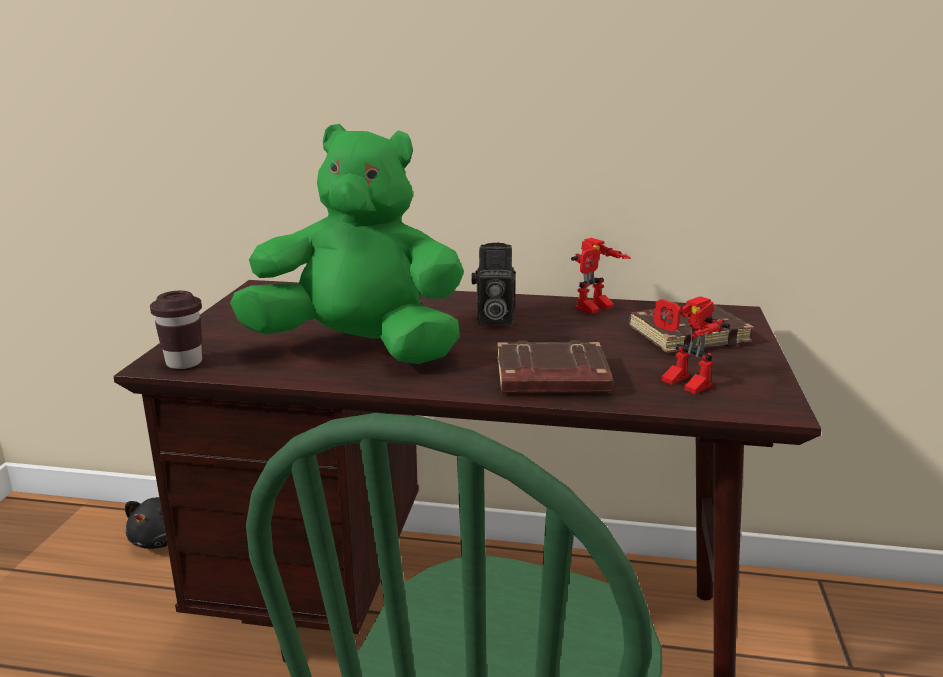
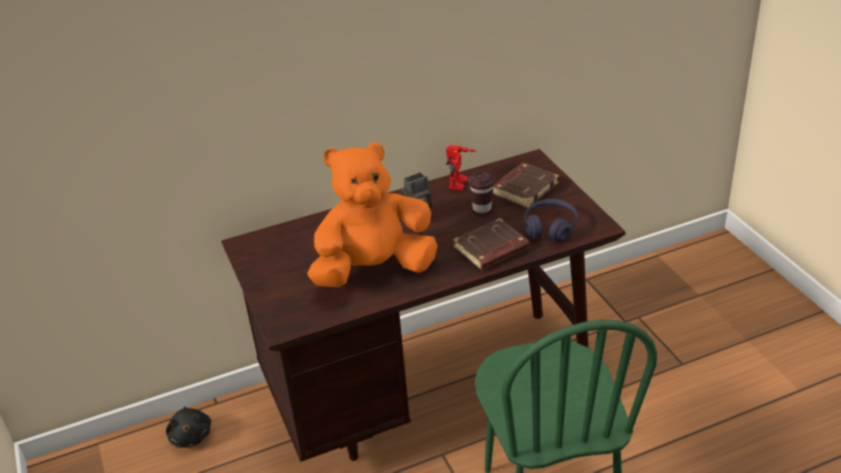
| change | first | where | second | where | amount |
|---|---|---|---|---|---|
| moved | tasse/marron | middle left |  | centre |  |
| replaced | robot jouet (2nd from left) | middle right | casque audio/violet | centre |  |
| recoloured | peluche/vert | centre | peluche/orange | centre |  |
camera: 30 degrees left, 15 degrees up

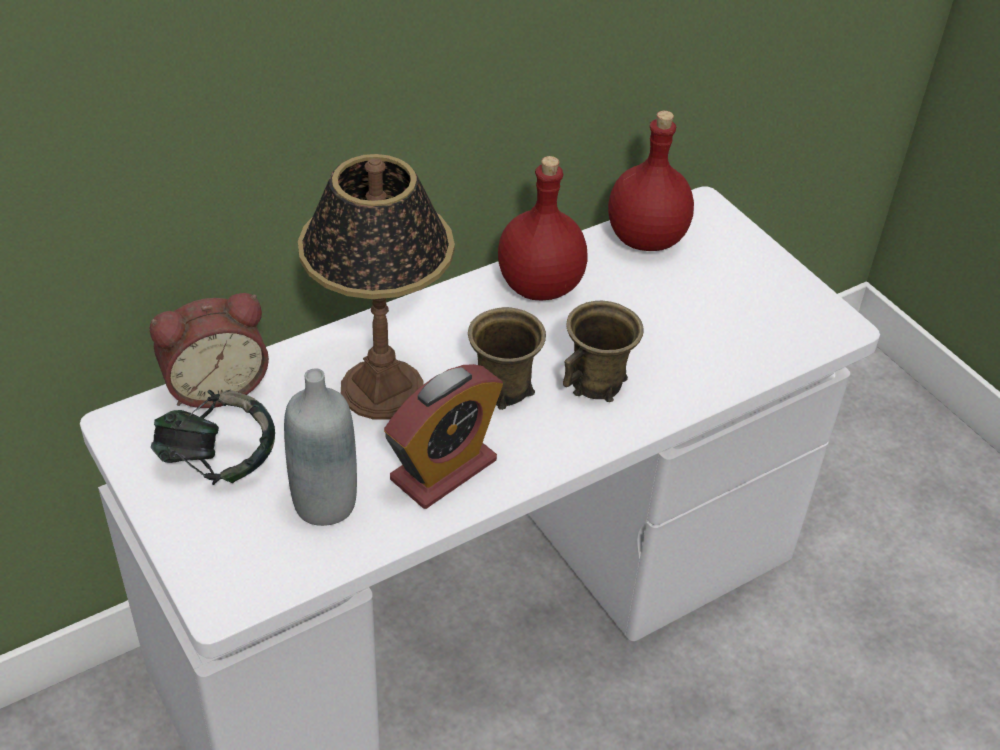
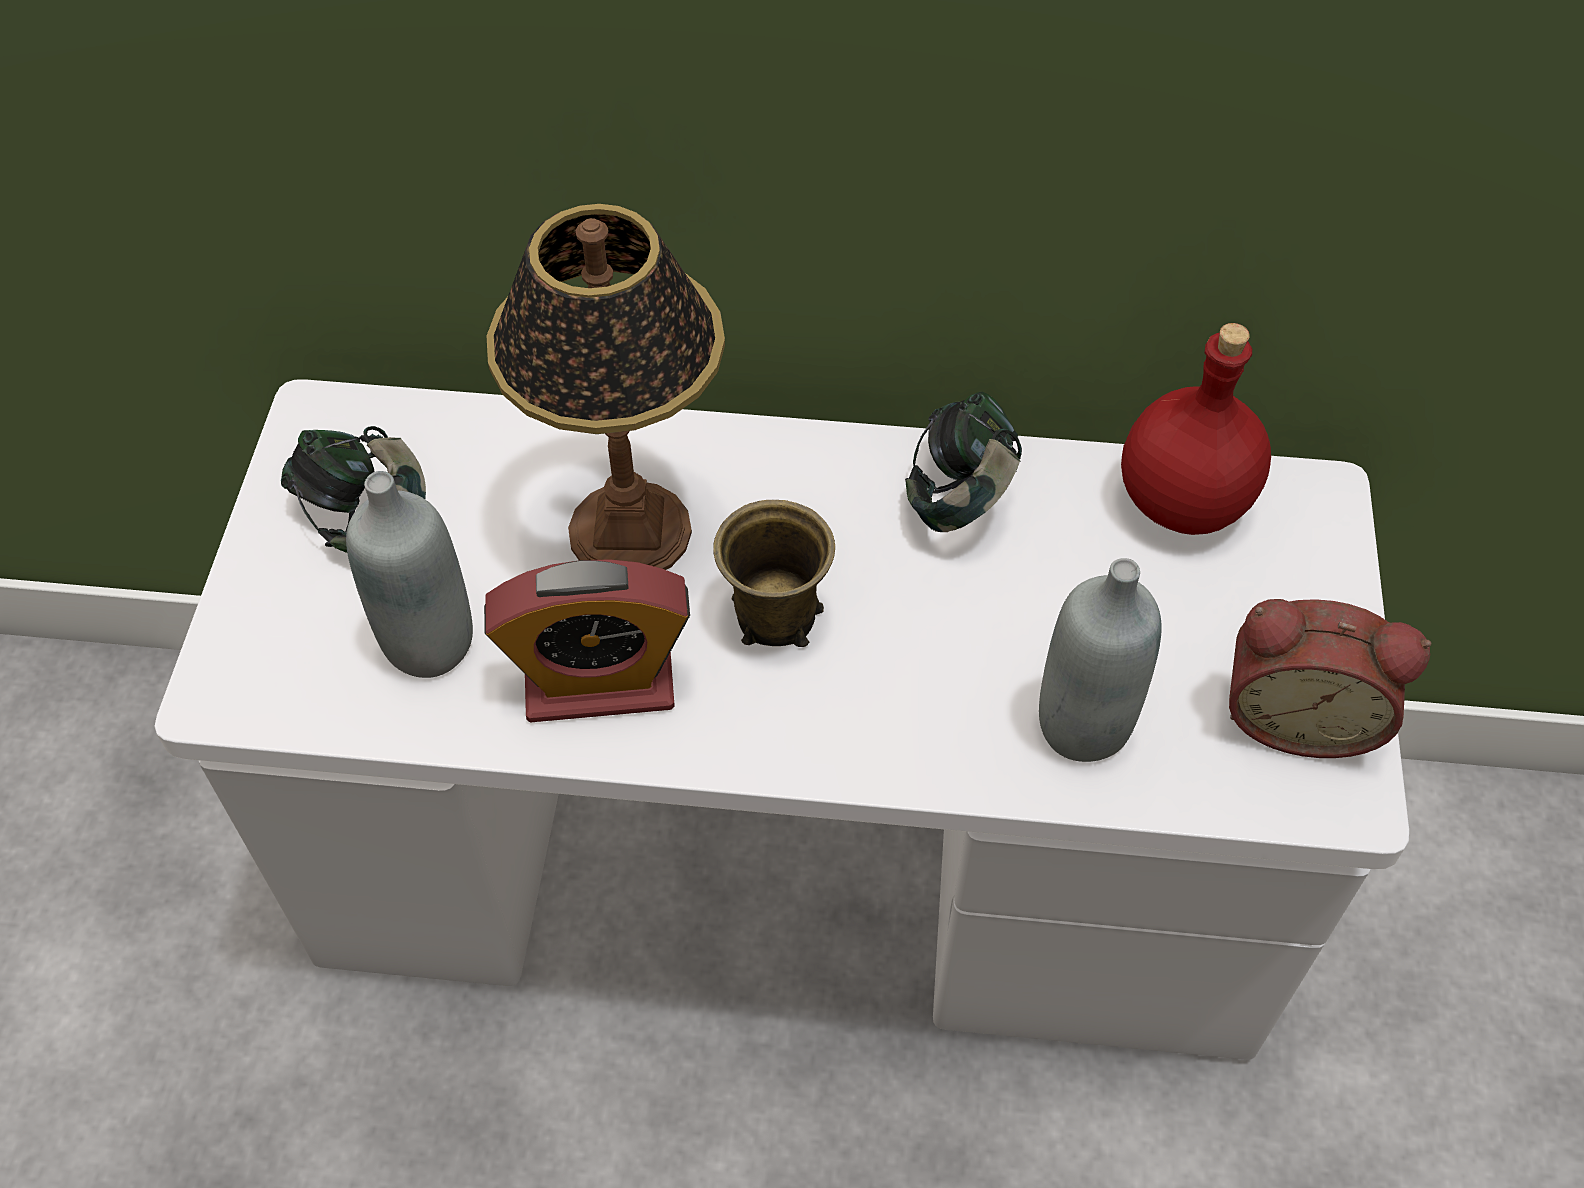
| change | first | where | second | where | amount |
|---|---|---|---|---|---|
| removed | mug/marron (2nd from left) | centre |  |  |  |
| added |  |  | bouteille/gris (2nd from left) | middle right |  |
| moved | réveil (1st from left in the first image) | middle left | réveil (2nd from left) | middle right |  |
| replaced | bouteille/rouge (1st from left) | top centre | casque audio (2nd from left) | centre |  |
camera: 40 degrees right, 10 degrees up

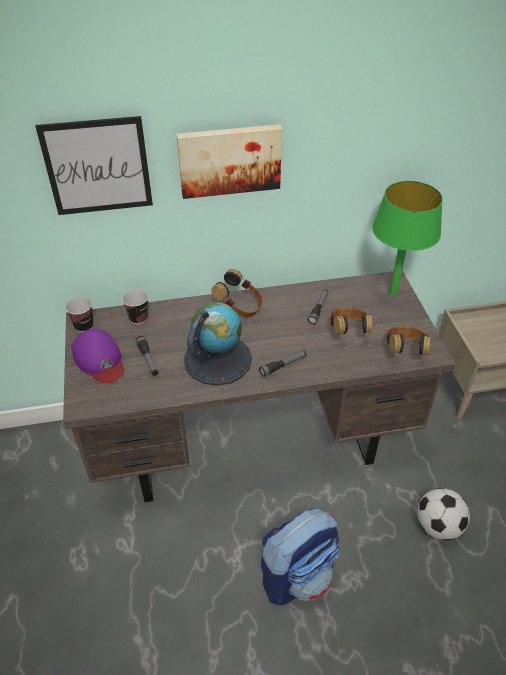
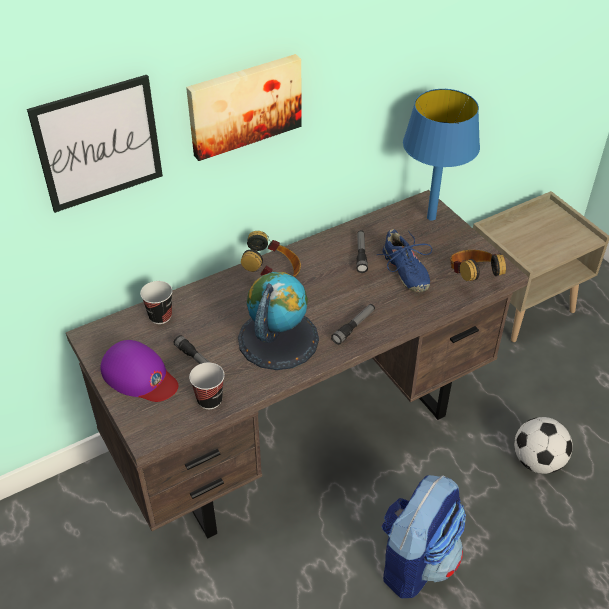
| change | first | where | second | where | amount |
|---|---|---|---|---|---|
| moved | tasse (1st from left in the first image) | middle left | tasse (2nd from left) | centre |  |
| replaced | casque audio (2nd from left) | middle right | chaussure/bleu | centre |  |
| recoloured | lampe de table/vert | middle right | lampe de table/bleu | top right |  |
camera: 20 degrees left, 0 degrees up

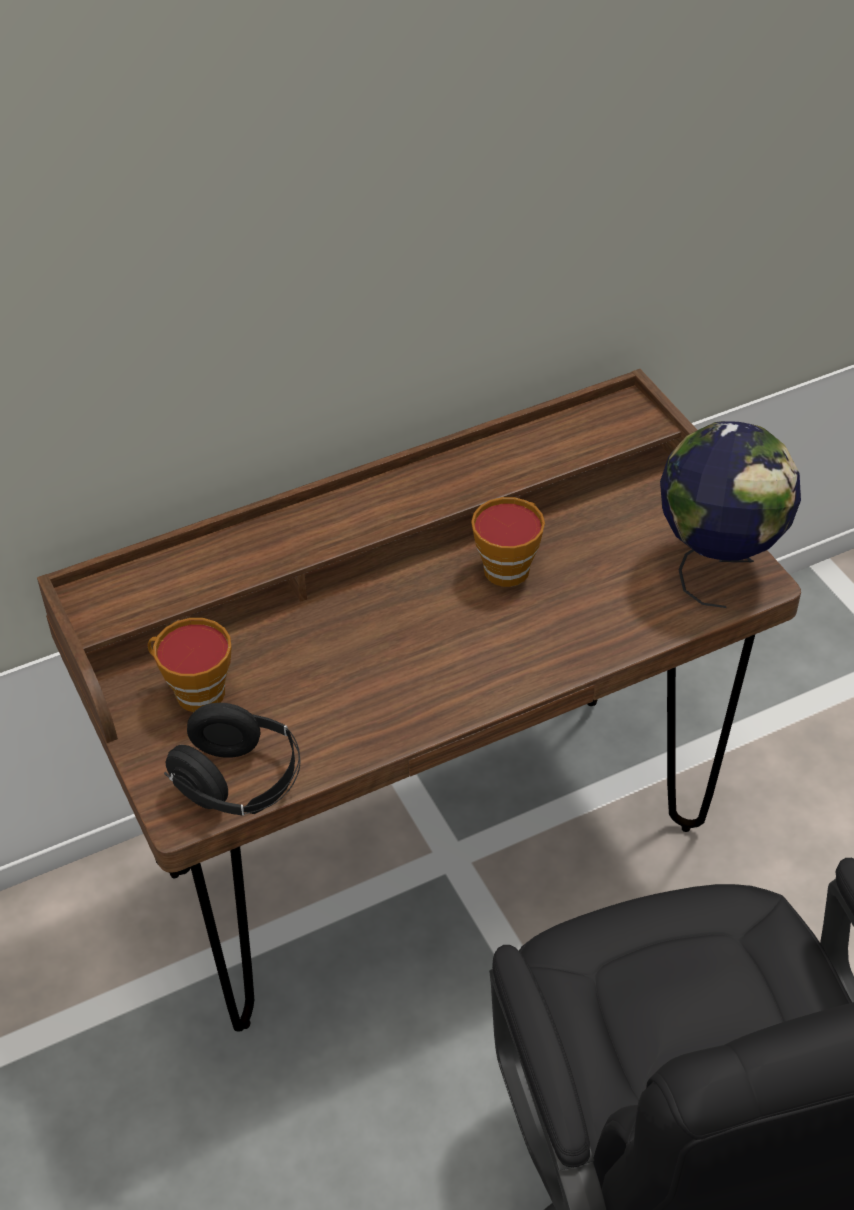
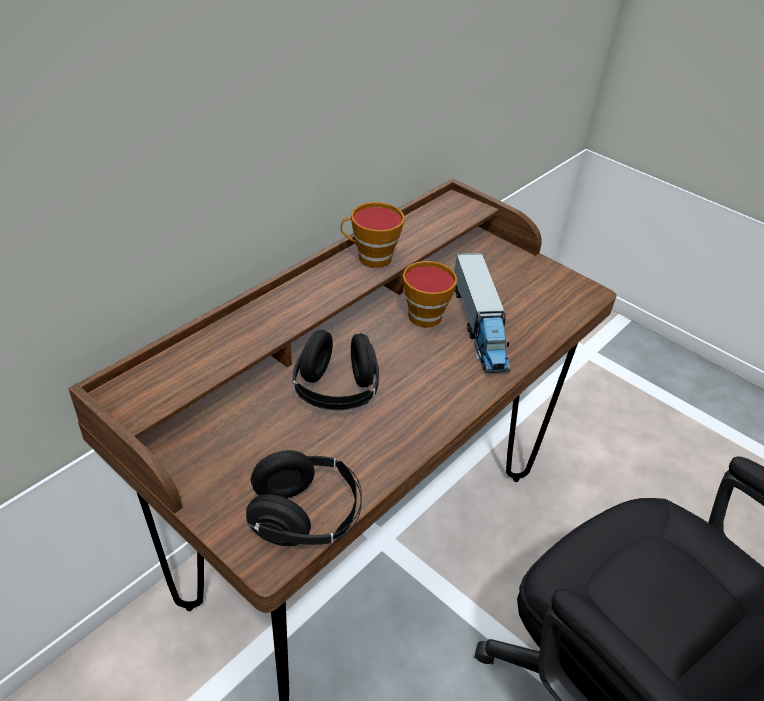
| change | first | where | second | where | amount |
|---|---|---|---|---|---|
| removed | globe | middle right |  |  |  |
| added |  |  | casque audio/noir (2nd from left) | centre |  |
| added |  |  | camion jouet | centre |  |
| moved | tasse (1st from left) | middle left |  | centre |  |
camera: 25 degrees left, 5 degrees down

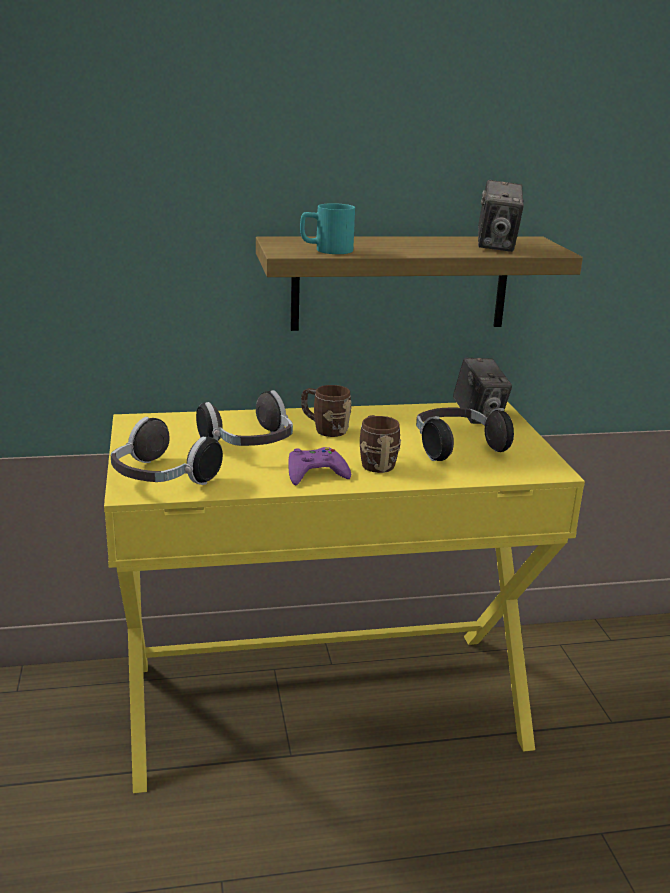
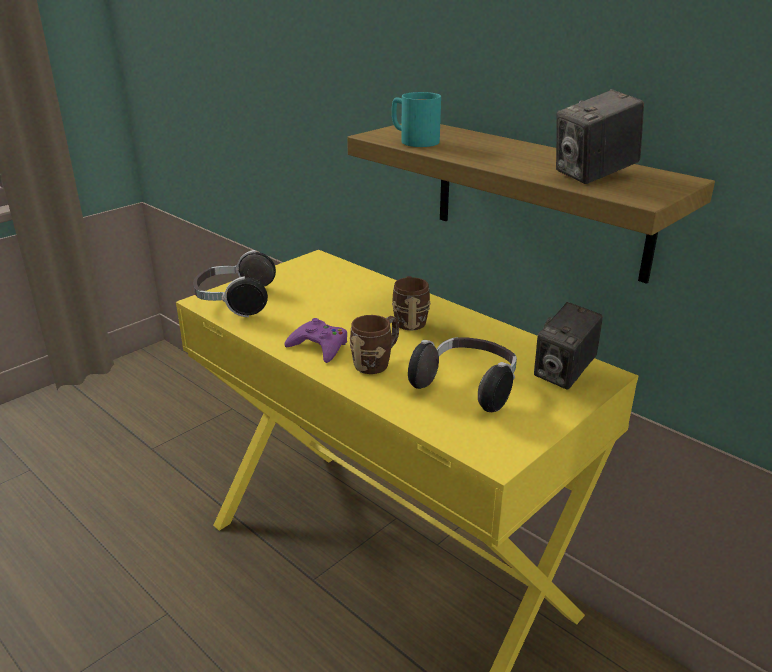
| change | first | where | second | where | amount |
|---|---|---|---|---|---|
| removed | casque audio (2nd from left) | centre |  |  |  |
camera: 55 degrees right, 5 degrees up

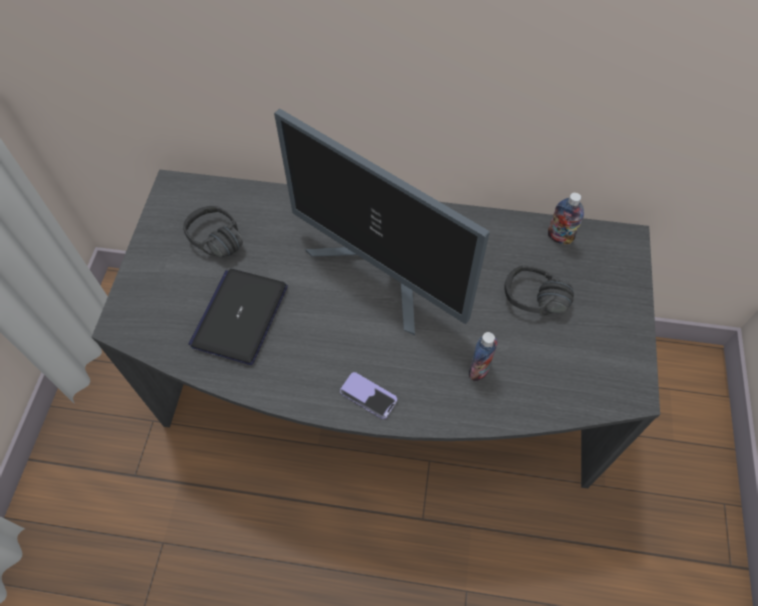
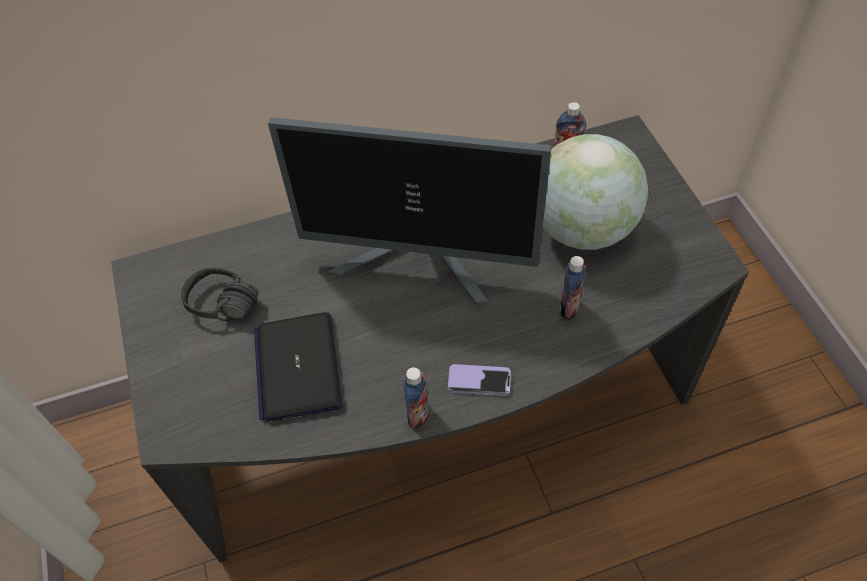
| change | first | where | second | where | amount |
|---|---|---|---|---|---|
| added |  |  | bouteille (1st from left) | bottom centre |  |
| replaced | casque audio/noir (2nd from left) | middle right | globe | top right |  |
camera: 25 degrees left, 5 degrees down

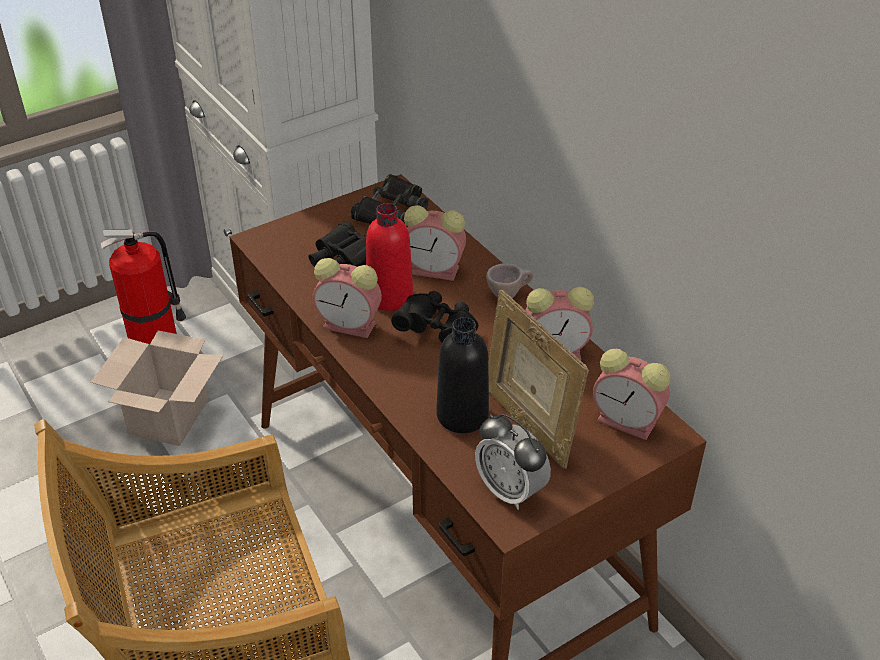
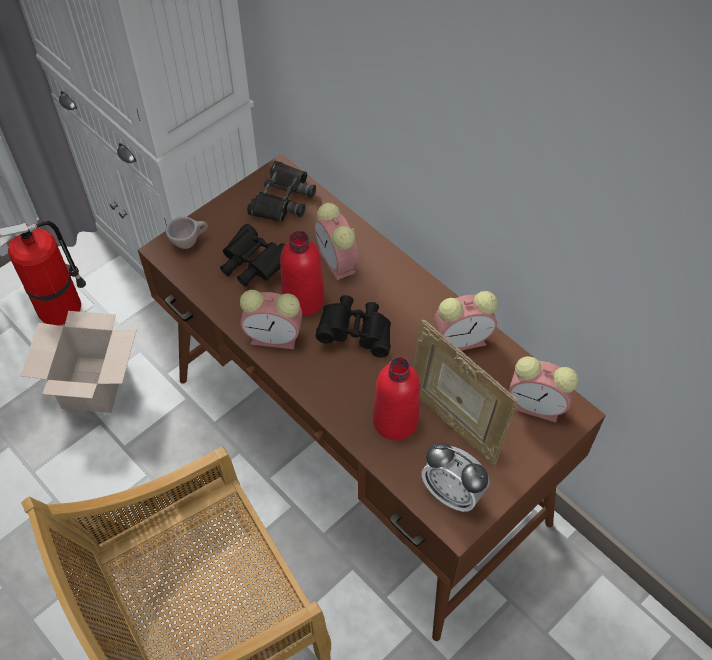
| change | first | where | second | where | amount |
|---|---|---|---|---|---|
| moved | tasse/beige | centre |  | middle left |  |
| recoloured | bouteille/noir | centre | bouteille/rouge (2nd from left) | centre |  |
| turned | réveil (2nd from left) | centre |  | centre | 60 degrees clockwise |
camera: 10 degrees left, 15 degrees up

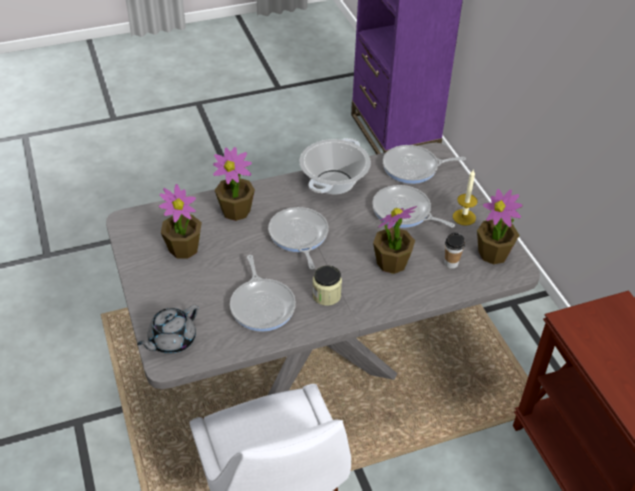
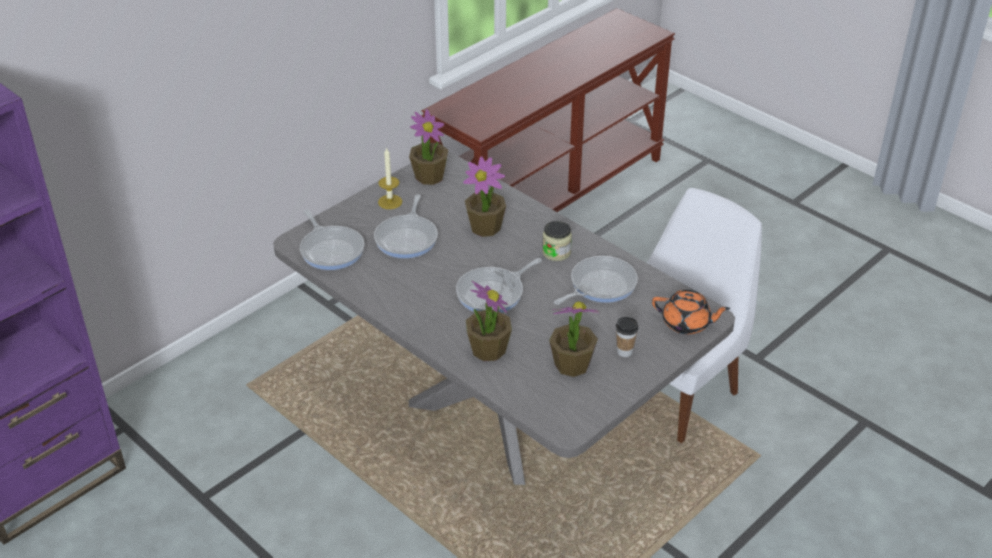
| change | first | where | second | where | amount |
|---|---|---|---|---|---|
| removed | marmite | centre |  |  |  |
| moved | tasse | middle right |  | centre |  |
| recoloured | théière/gris | bottom left | théière/orange | middle right |  |
camera: 115 degrees left, 5 degrees down

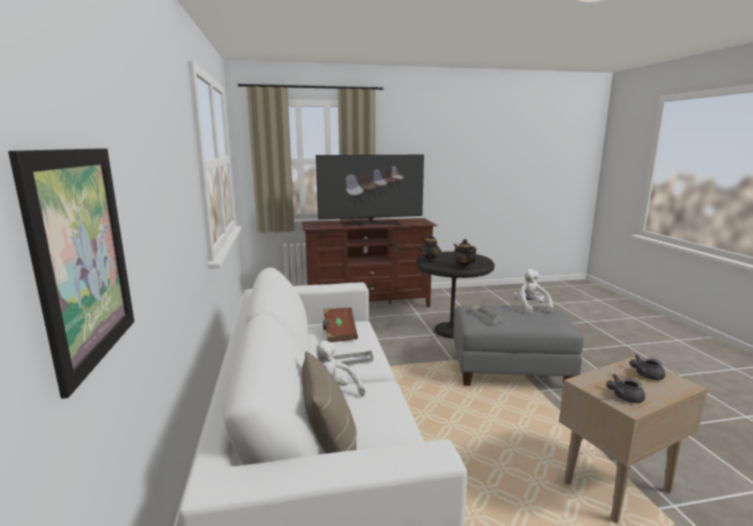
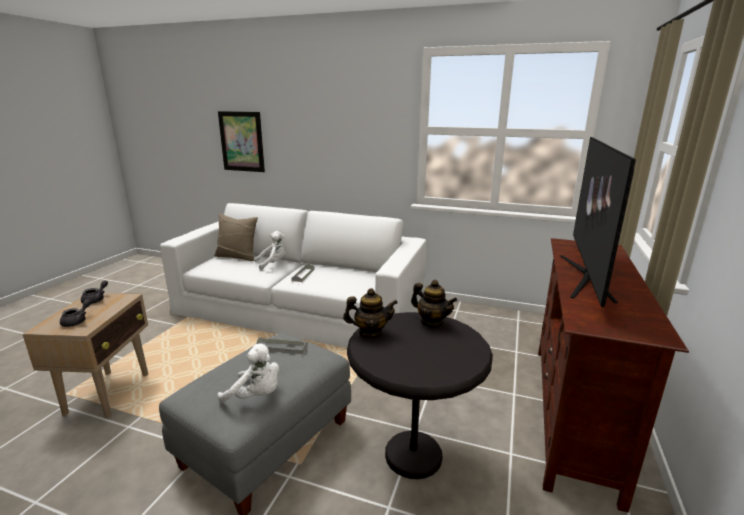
| change | first | where | second | where | amount |
|---|---|---|---|---|---|
| removed | livre/marron | centre |  |  |  |
camera: 120 degrees right, 5 degrees up

